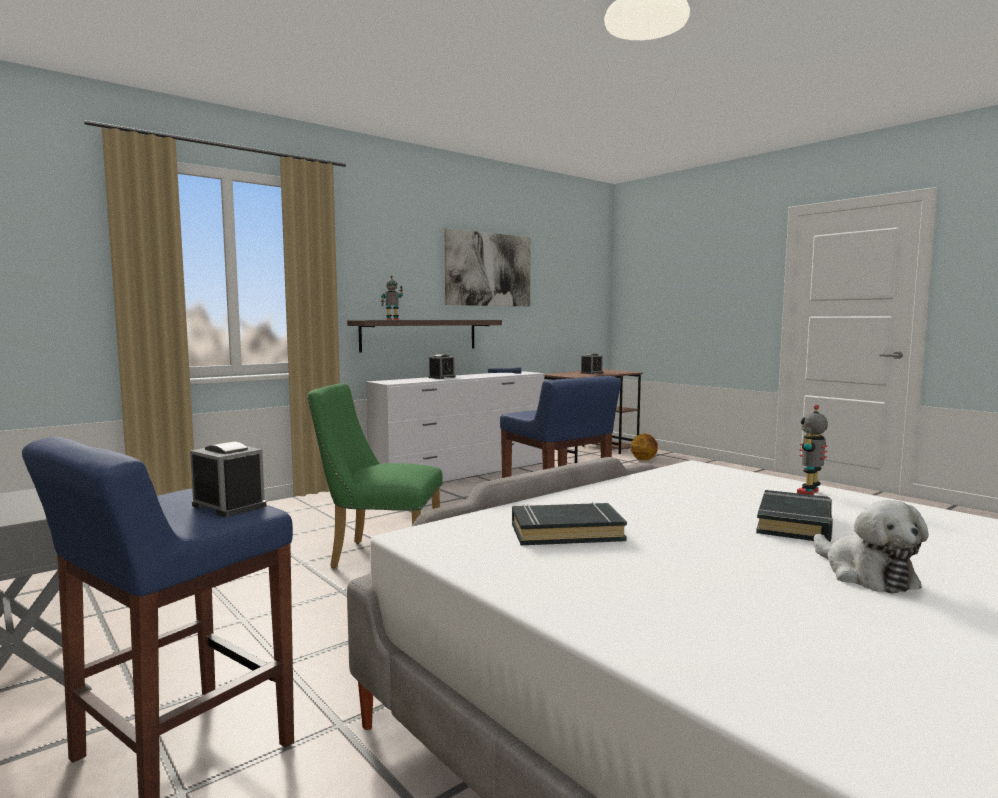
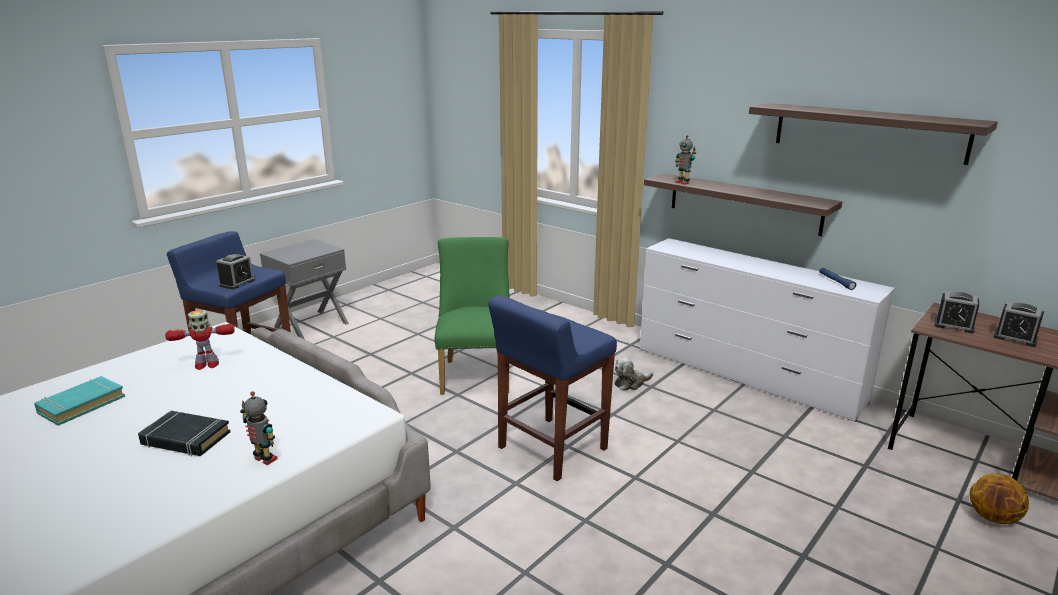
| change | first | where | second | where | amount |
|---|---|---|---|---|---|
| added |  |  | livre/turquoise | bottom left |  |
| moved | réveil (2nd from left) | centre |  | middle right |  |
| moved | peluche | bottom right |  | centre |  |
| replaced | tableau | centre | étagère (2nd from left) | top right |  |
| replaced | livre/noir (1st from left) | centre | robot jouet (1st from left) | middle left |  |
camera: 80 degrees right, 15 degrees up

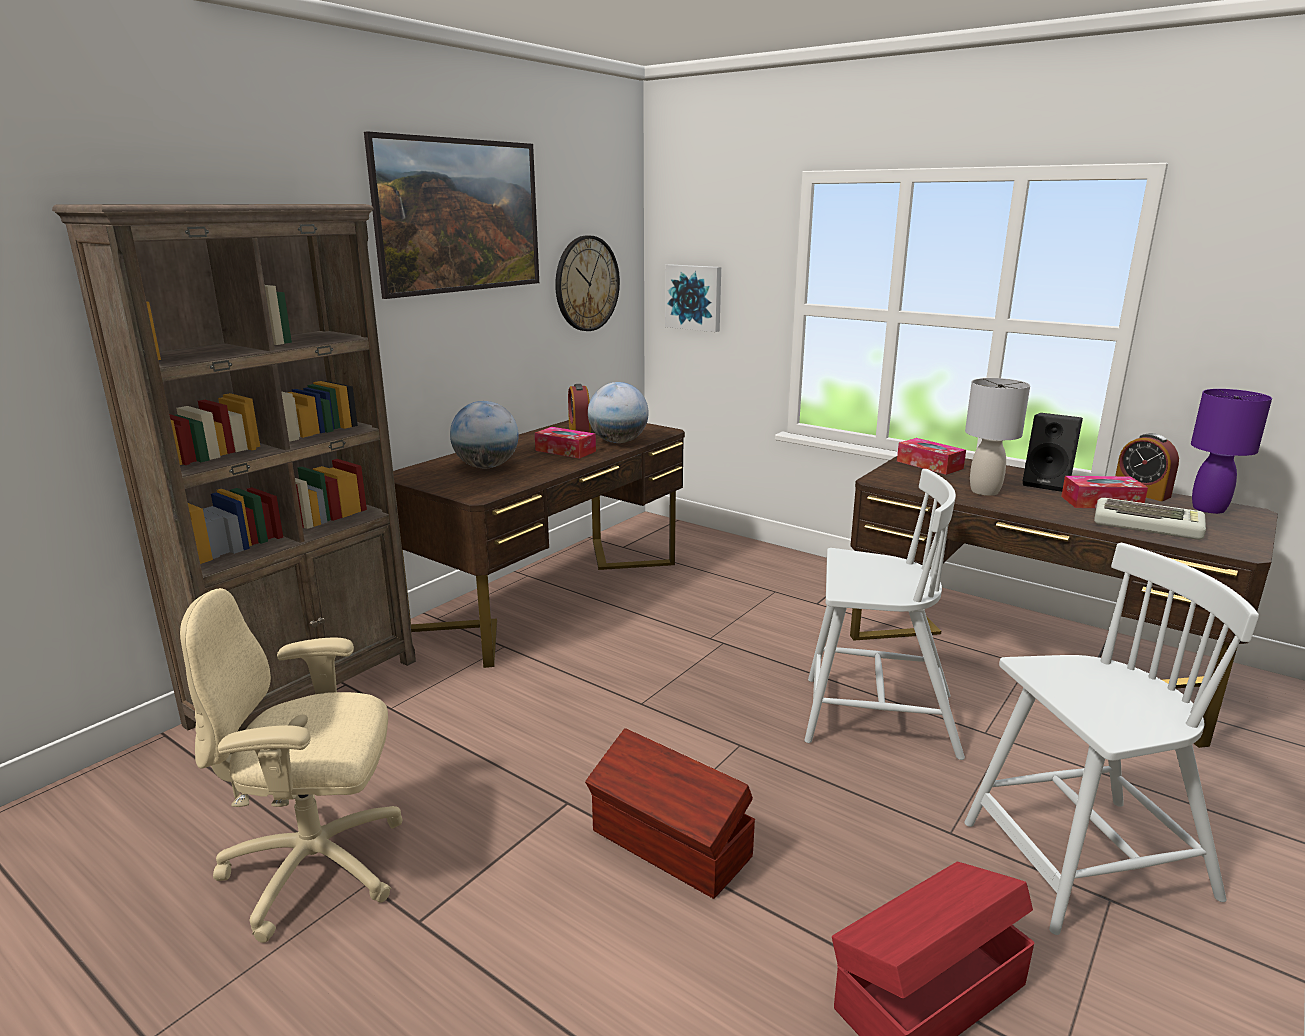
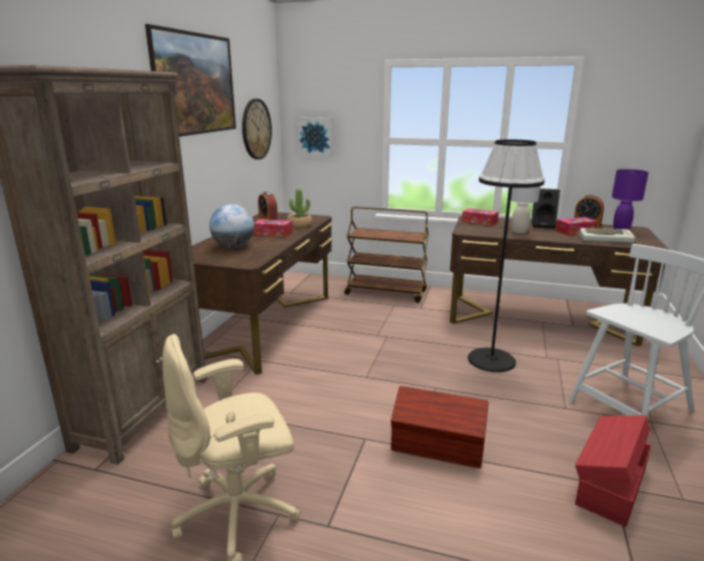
| change | first | where | second | where | amount |
|---|---|---|---|---|---|
| added |  |  | chariot/marron | centre |  |
| replaced | globe (2nd from left) | centre | plante en pot | centre |  |
| replaced | chaise/blanc (1st from left) | middle right | lampadaire/noir | middle right |  |
camera: 20 degrees left, 0 degrees up

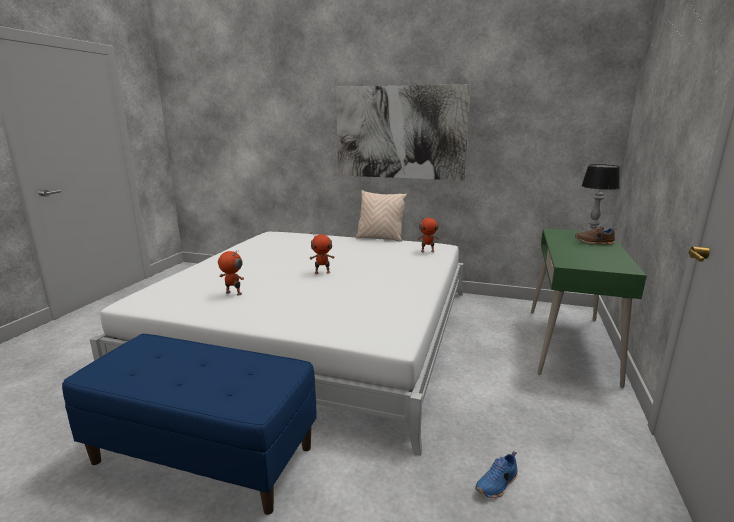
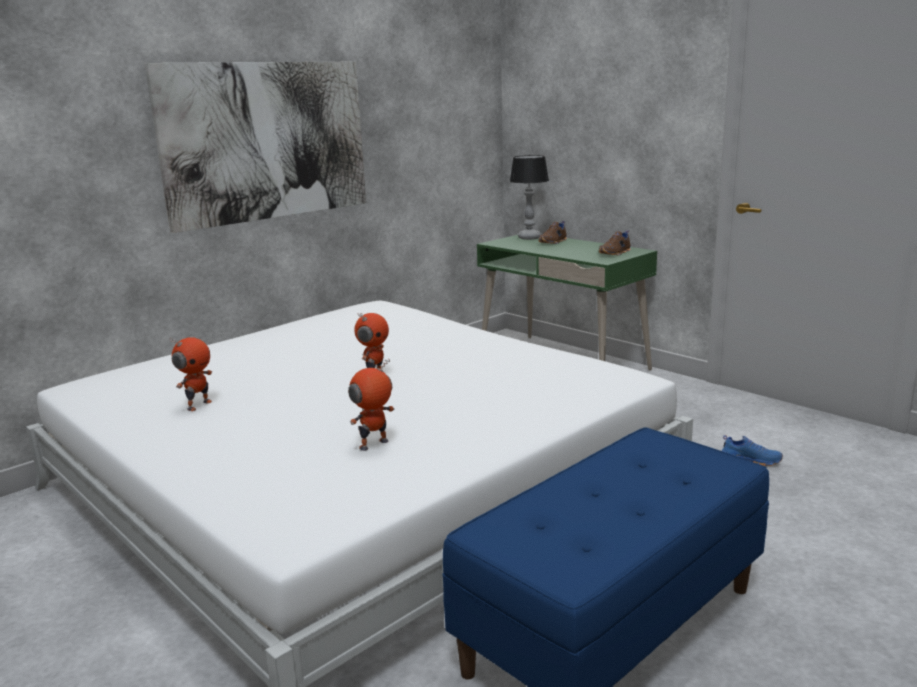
| change | first | where | second | where | amount |
|---|---|---|---|---|---|
| removed | coussin/beige | centre |  |  |  |
| added |  |  | chaussure/marron (2nd from left) | middle right |  |
| moved | robot jouet (3rd from left in the first image) | centre | robot jouet (1st from left) | middle left |  |
| turned | chaussure/bleu | bottom right |  | middle right | 60 degrees counterclockwise |
camera: 60 degrees left, 0 degrees up

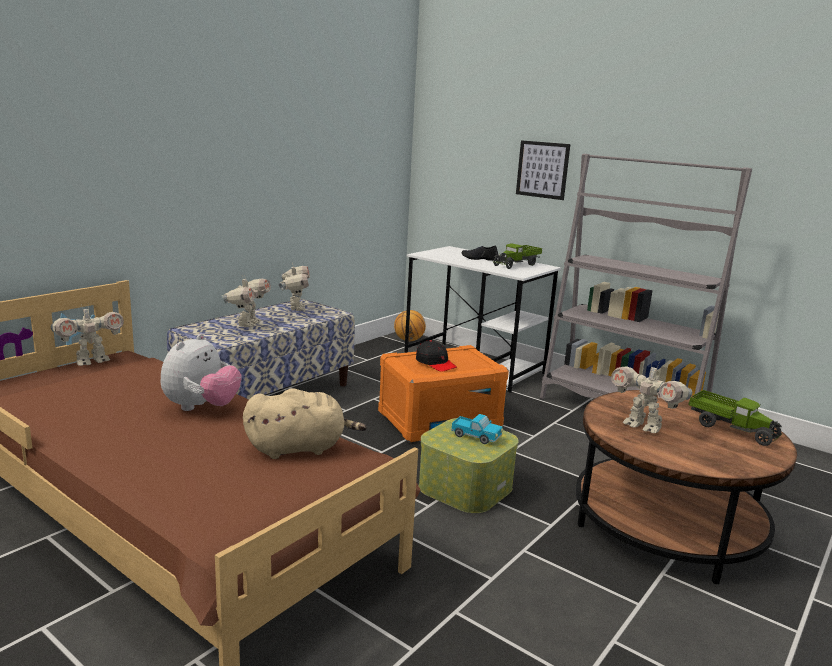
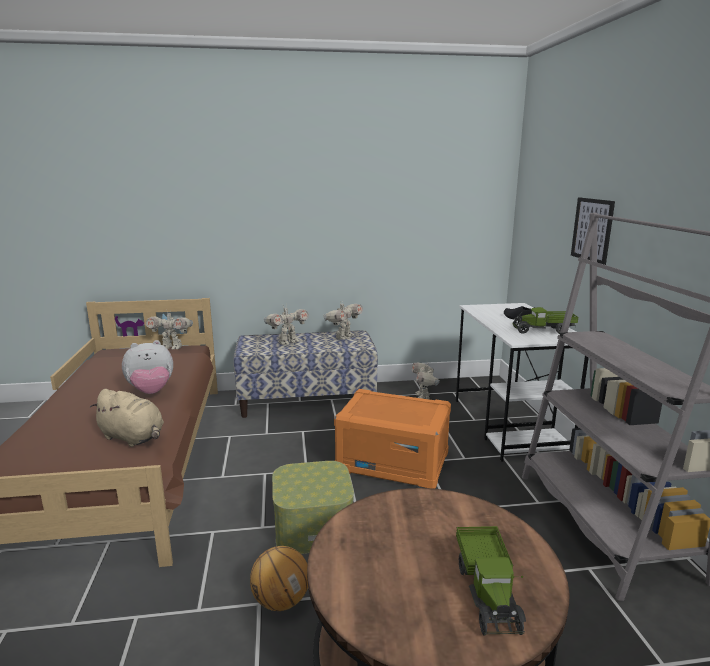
| change | first | where | second | where | amount |
|---|---|---|---|---|---|
| removed | casquette/noir | centre |  |  |  |
| removed | camion jouet (1st from left) | centre |  |  |  |
| moved | ballon de basket | centre |  | bottom centre |  |
| moved | robot jouet (4th from left) | middle right |  | centre |  |
camera: 45 degrees right, 0 degrees up

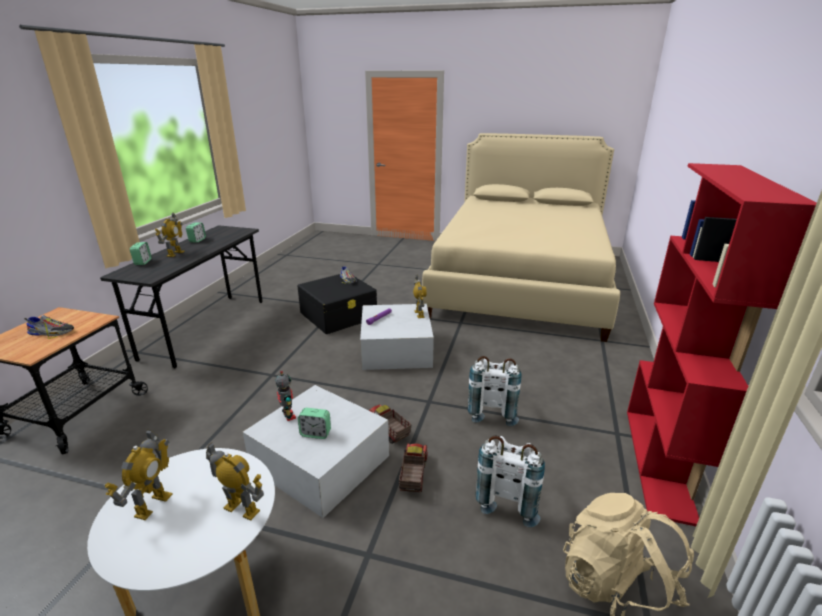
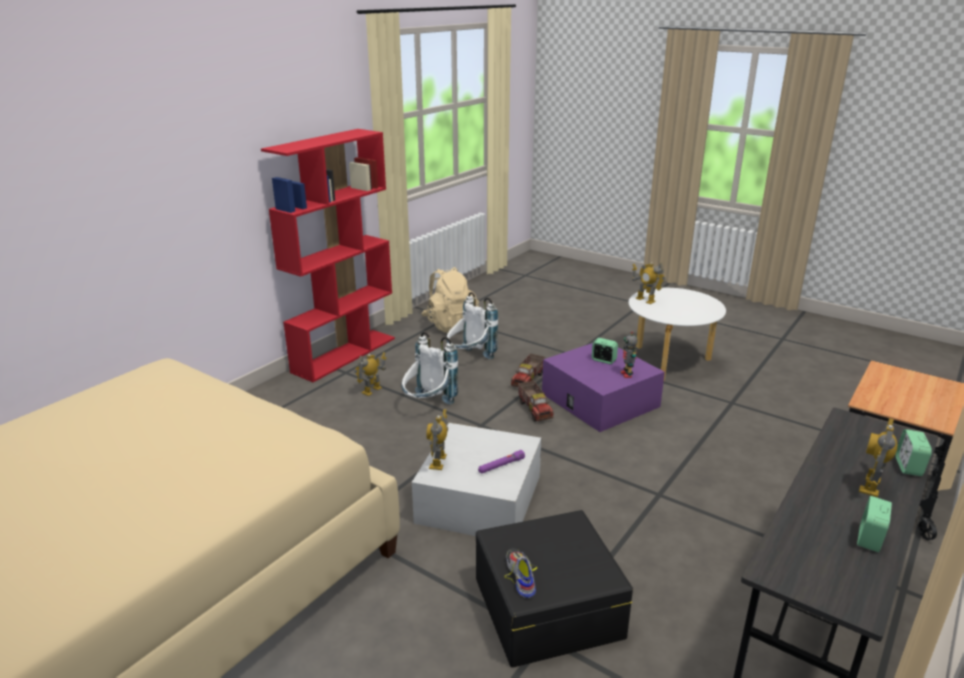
| change | first | where | second | where | amount |
|---|---|---|---|---|---|
| removed | chaussure (1st from left) | middle left |  |  |  |
| moved | robot jouet (1st from left) | bottom left |  | centre |  |
| recoloured | boîte de rangement/blanc (1st from left) | bottom centre | boîte de rangement/violet | centre |  |
camera: 160 degrees left, 0 degrees up

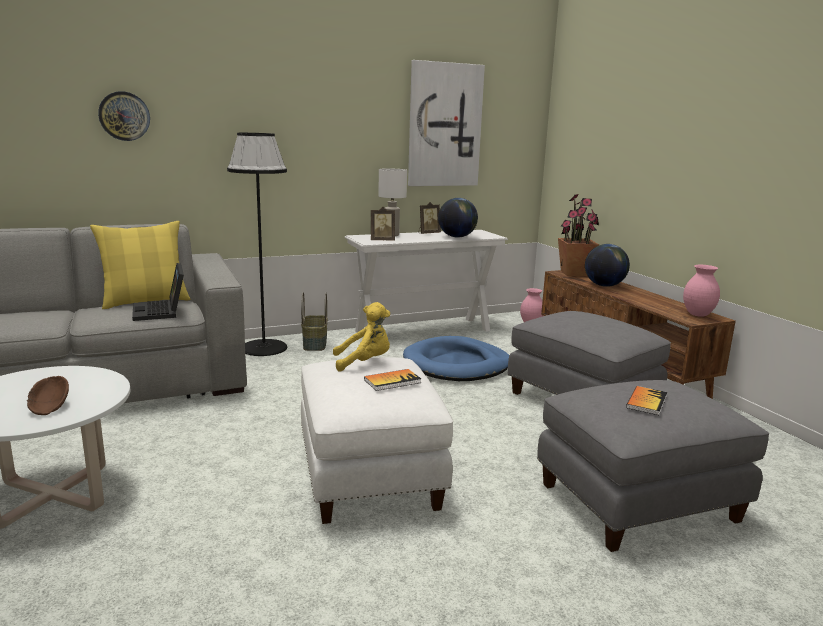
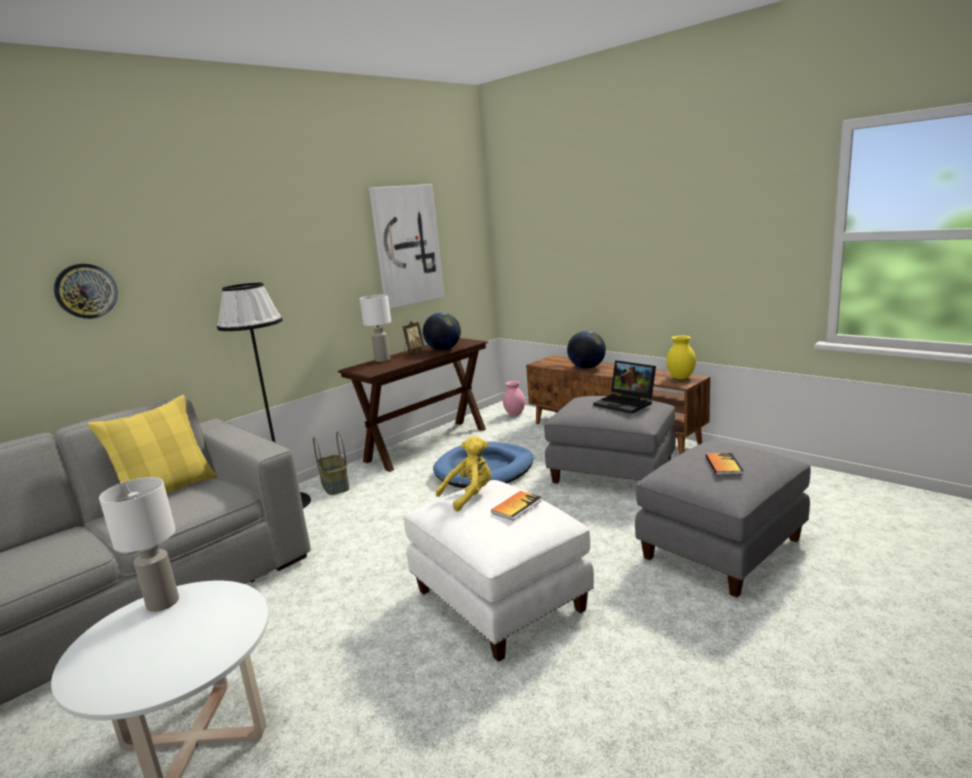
| change | first | where | second | where | amount |
|---|---|---|---|---|---|
| removed | bol/marron | middle left |  |  |  |
| removed | cadre photo (1st from left) | centre |  |  |  |
| removed | plante en pot | middle right |  |  |  |
| added |  |  | lampe de table/blanc (1st from left) | bottom left |  |
| moved | ordinateur portable | middle left |  | centre |  |
| recoloured | table console/blanc | centre | table console/marron | centre |  |
| recoloured | vase/rose (2nd from left) | middle right | vase/jaune | middle right |  |
camera: 20 degrees left, 0 degrees up

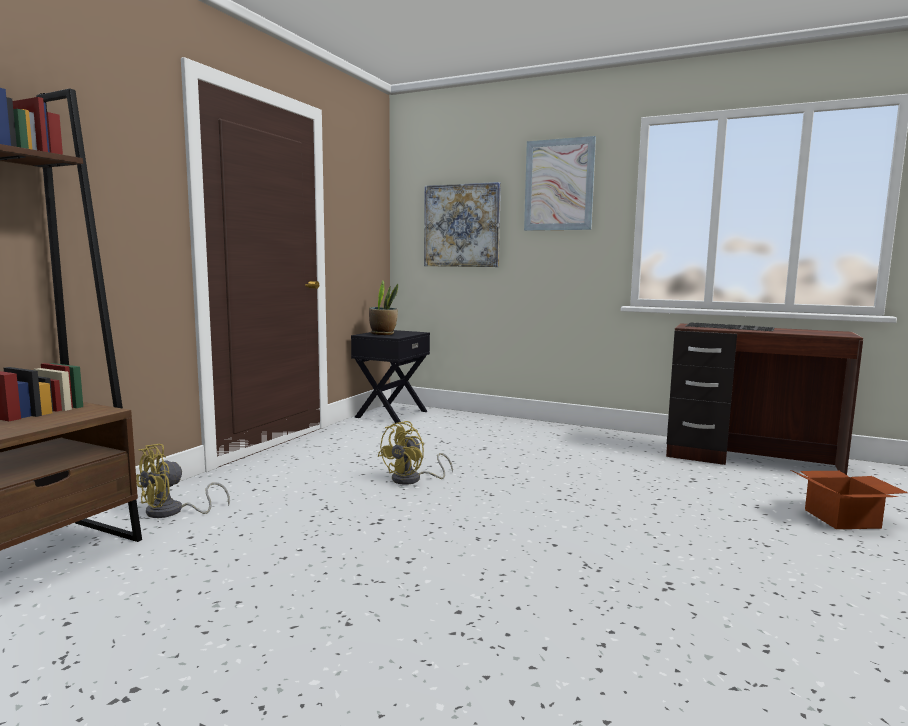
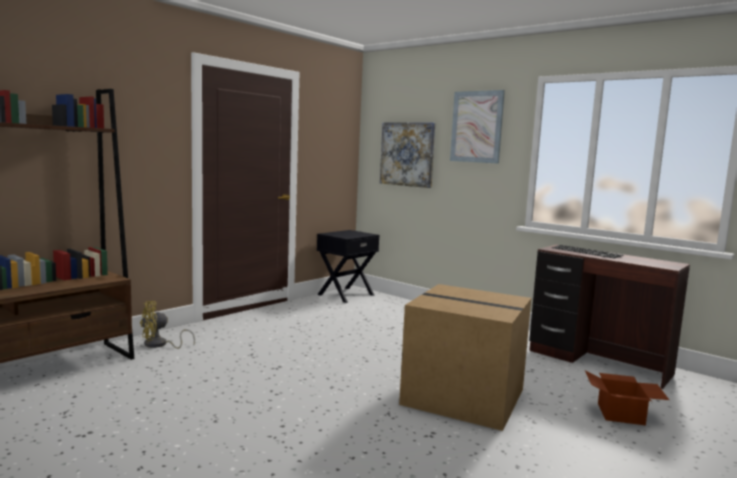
| change | first | where | second | where | amount |
|---|---|---|---|---|---|
| removed | plante en pot | centre |  |  |  |
| removed | ventilateur/jaune (2nd from left) | centre |  |  |  |
| added |  |  | carton (1st from left) | bottom centre |  |
camera: 15 degrees right, 0 degrees up

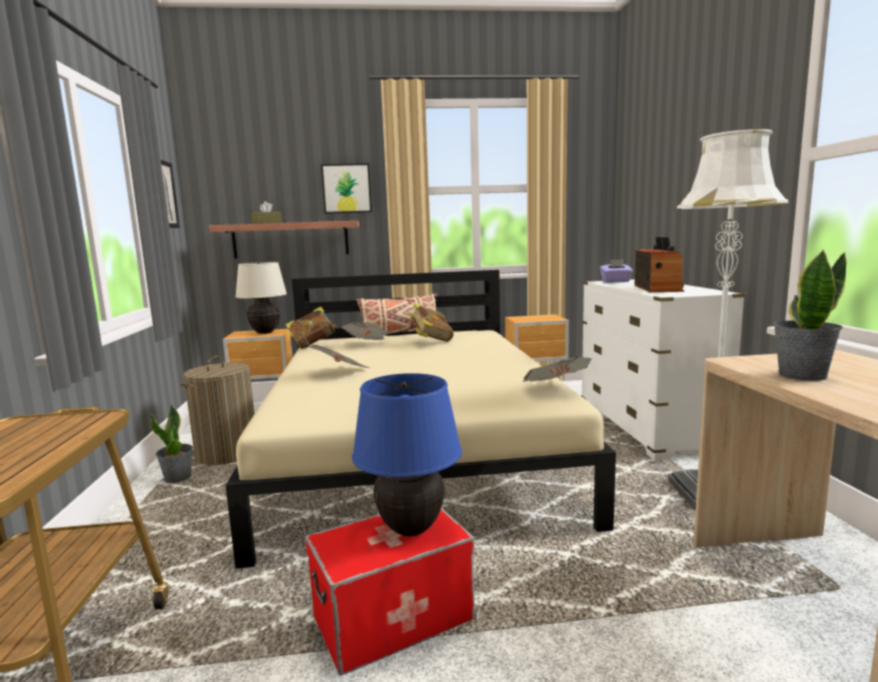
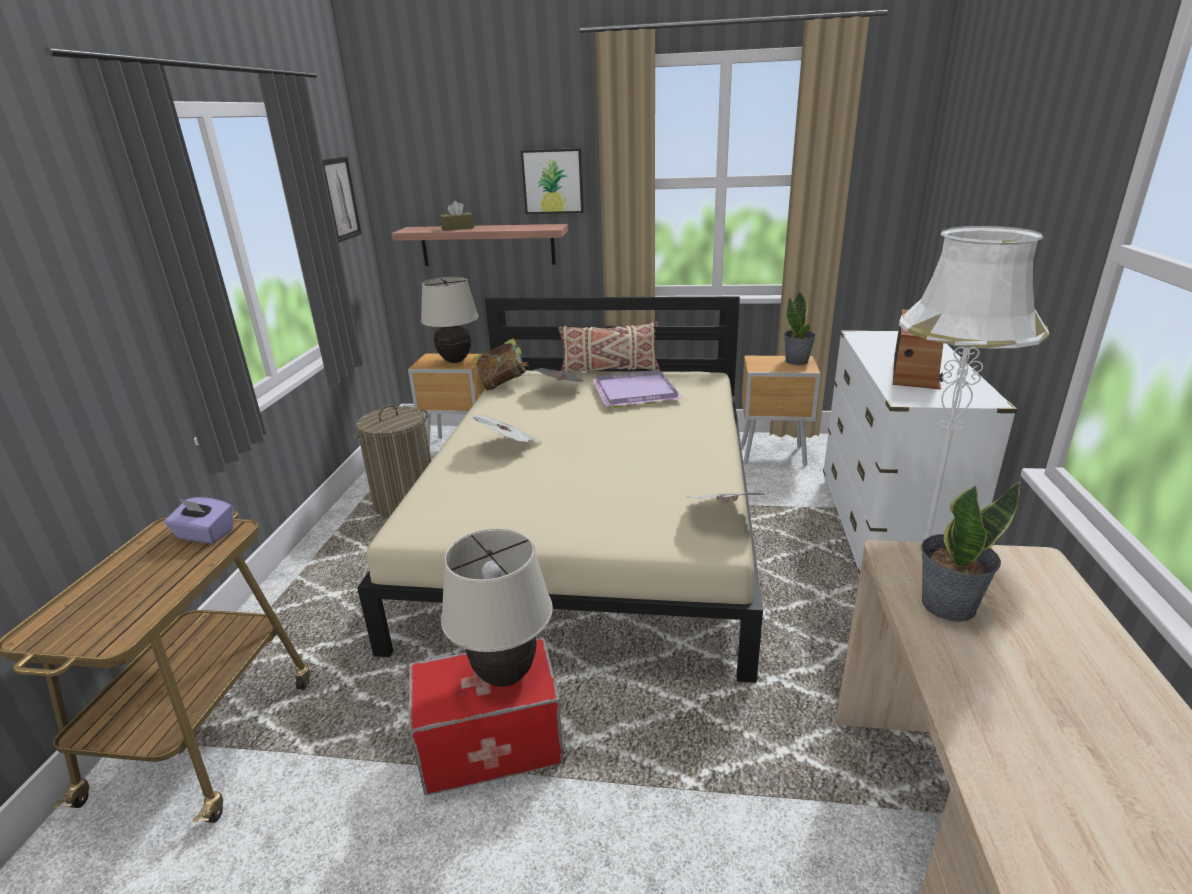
| change | first | where | second | where | amount |
|---|---|---|---|---|---|
| moved | plante en pot (1st from left) | middle left |  | middle right |  |
| moved | boîte à mouchoirs/violet | middle right |  | middle left |  |
| replaced | livre (2nd from left) | centre | plateau/violet | centre |  |
| recoloured | lampe de table/bleu | bottom centre | lampe de table/beige (2nd from left) | bottom centre |  |
camera: 15 degrees right, 15 degrees up

